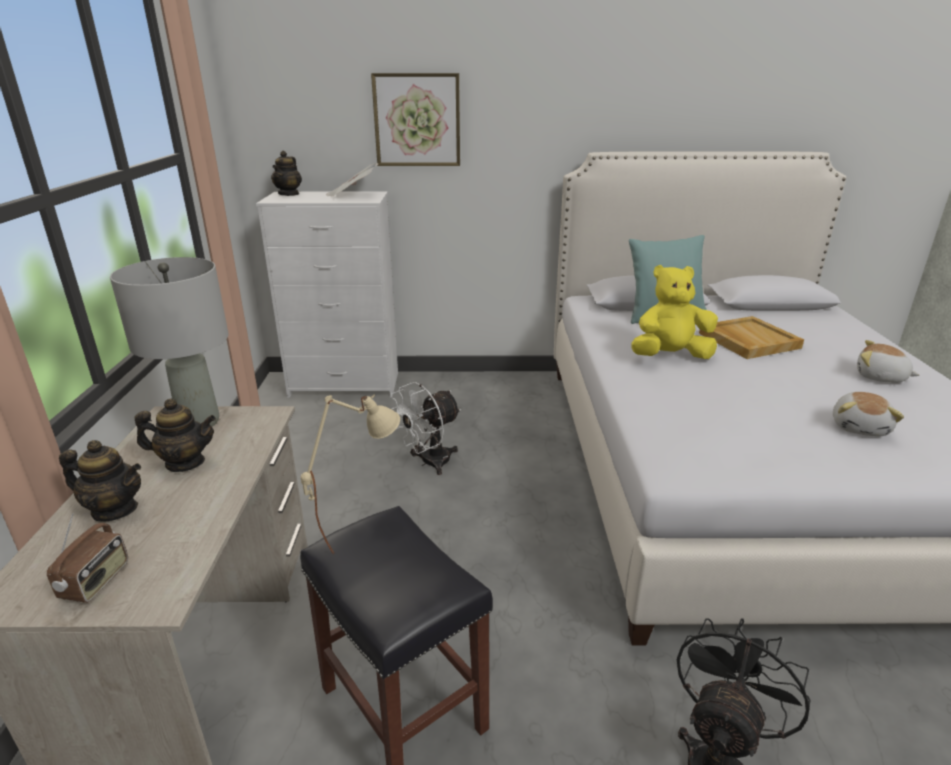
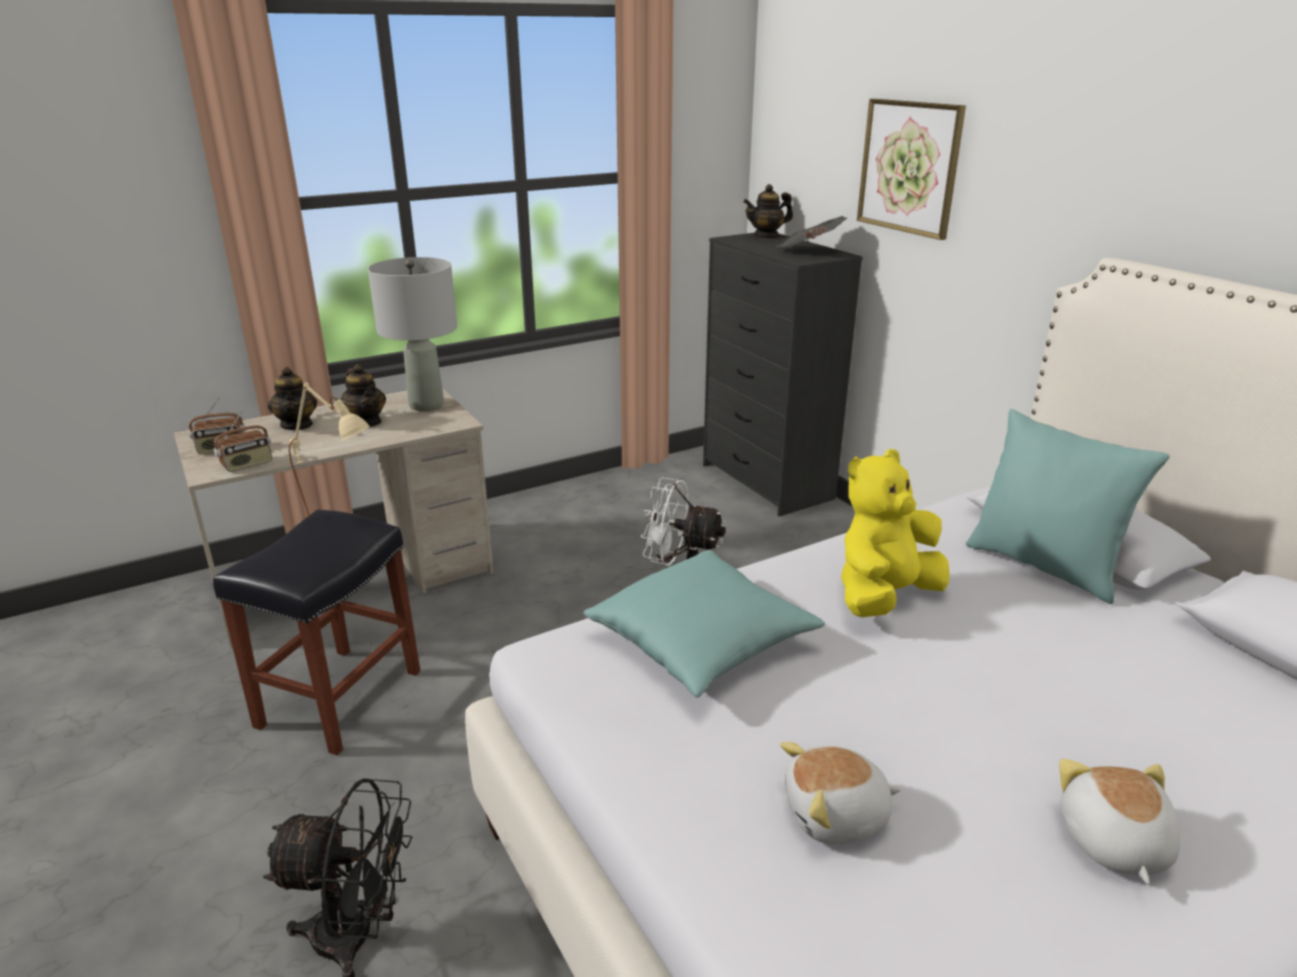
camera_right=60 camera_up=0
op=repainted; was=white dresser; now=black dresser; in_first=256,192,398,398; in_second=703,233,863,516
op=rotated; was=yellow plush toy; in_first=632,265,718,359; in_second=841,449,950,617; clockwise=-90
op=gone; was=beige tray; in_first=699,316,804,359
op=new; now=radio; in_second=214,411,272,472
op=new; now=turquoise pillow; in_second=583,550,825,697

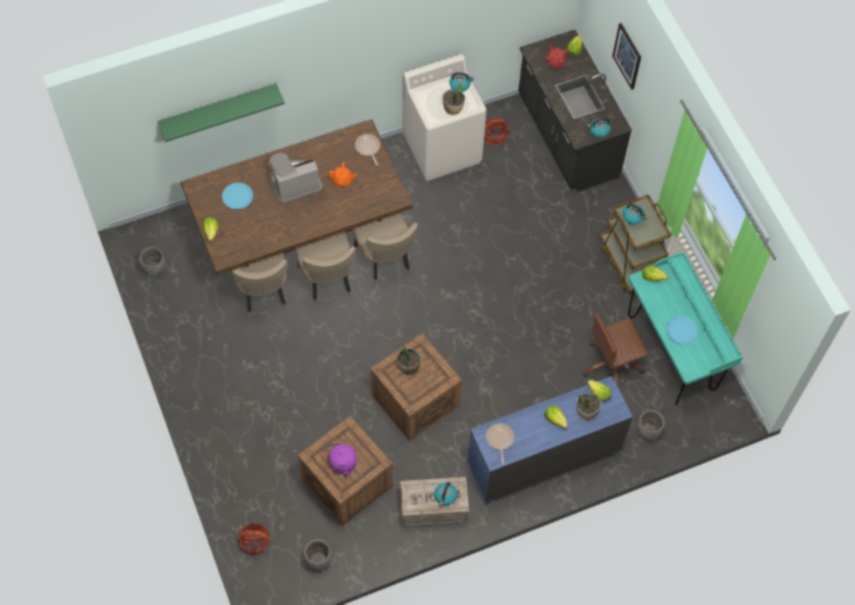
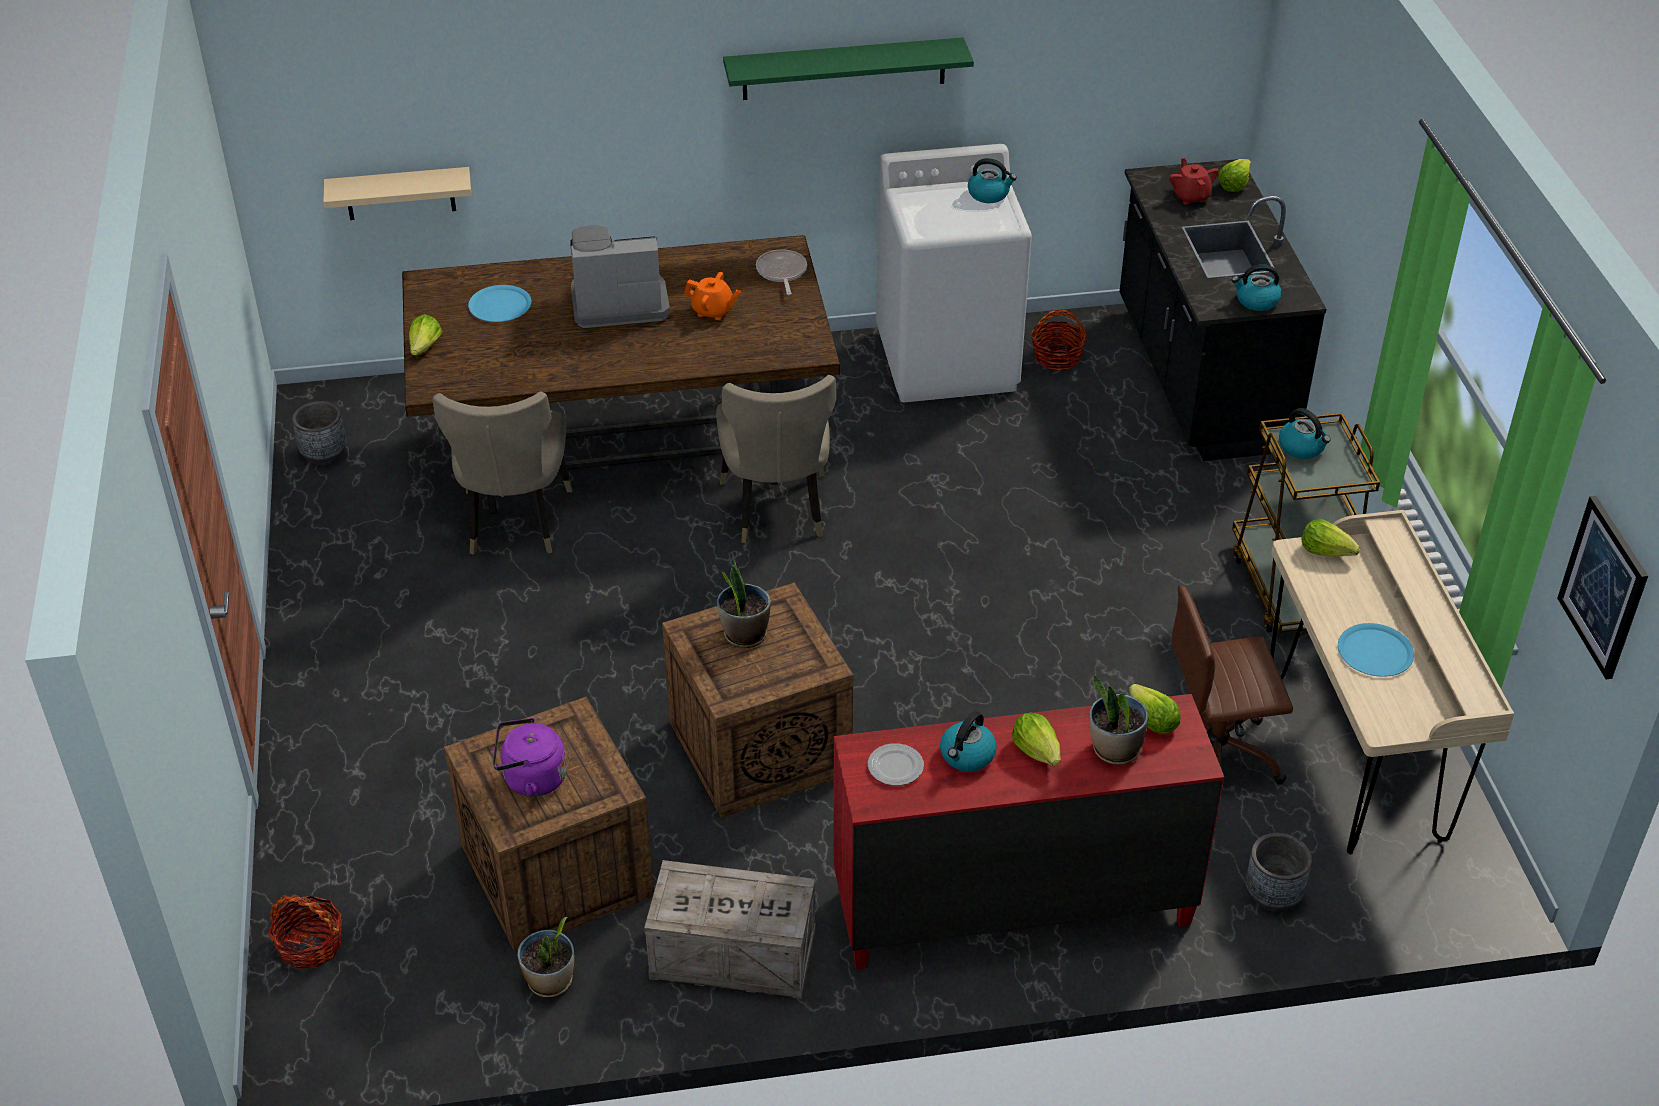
camera_right=15 camera_up=-20
op=shifted; was=green shelf; in_first=157,83,285,142; in_second=723,37,974,100
op=gone; was=beige chair; in_first=295,232,356,305
op=gone; was=grey planter; in_first=304,539,331,571
op=shifted; was=kettle; in_first=434,482,457,505; in_second=940,711,997,772
op=shifted; was=potted plant; in_first=443,83,465,115; in_second=517,917,574,997
op=repainted; was=blue dresser; now=red dresser; in_first=467,376,633,504; in_second=834,694,1224,969
op=swapped; was=frying pan; now=plate; in_first=486,423,514,464; in_second=868,743,924,786
op=shifted; was=picture; in_first=612,23,641,90; in_second=1557,496,1648,679
op=repainted; was=turquoise desk; now=beige desk; in_first=628,251,743,405; in_second=1270,510,1514,855
op=new; now=beige shelf; in_second=323,167,471,220

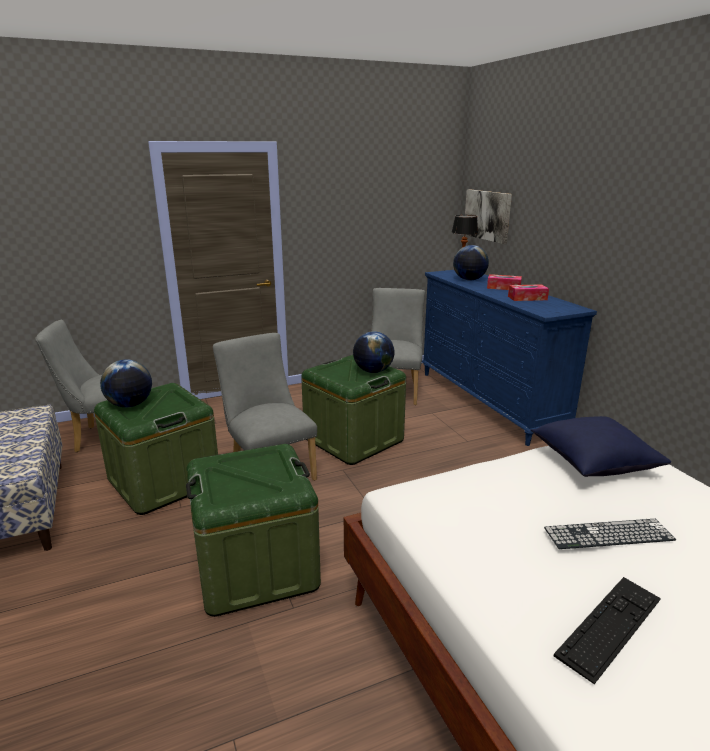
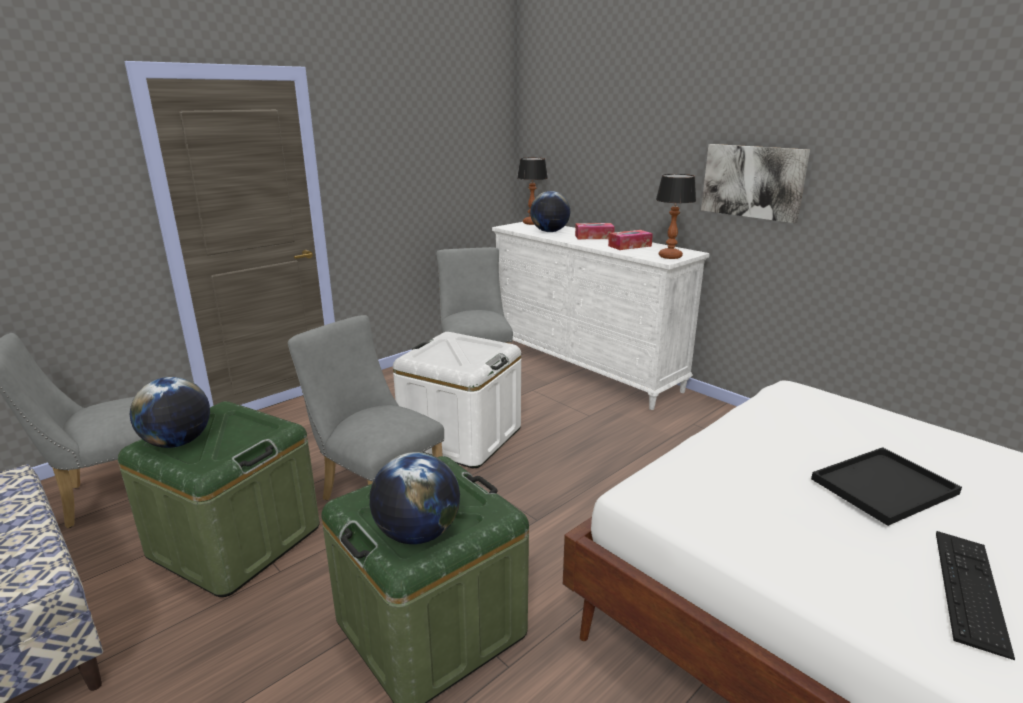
camera_right=-20 camera_up=0
op=repainted; was=green storage box; now=white storage box; in_first=301,355,406,465; in_second=393,332,521,468
op=shifted; was=globe; in_first=353,331,395,373; in_second=370,452,460,544
op=repainted; was=blue dresser; now=white dresser; in_first=422,270,597,446; in_second=492,222,710,410
op=shifted; was=picture; in_first=465,189,512,244; in_second=701,144,810,223
op=gone; was=blue pillow; in_first=531,416,671,477
op=swapped; was=keyboard; now=black tray; in_first=544,519,676,549; in_second=811,447,962,526
op=new; now=table lamp; in_second=656,174,696,259

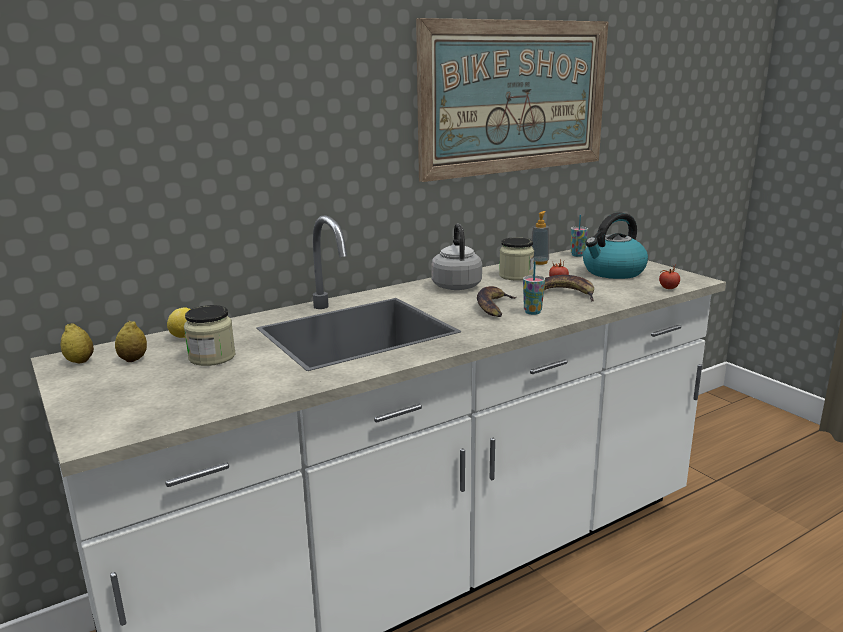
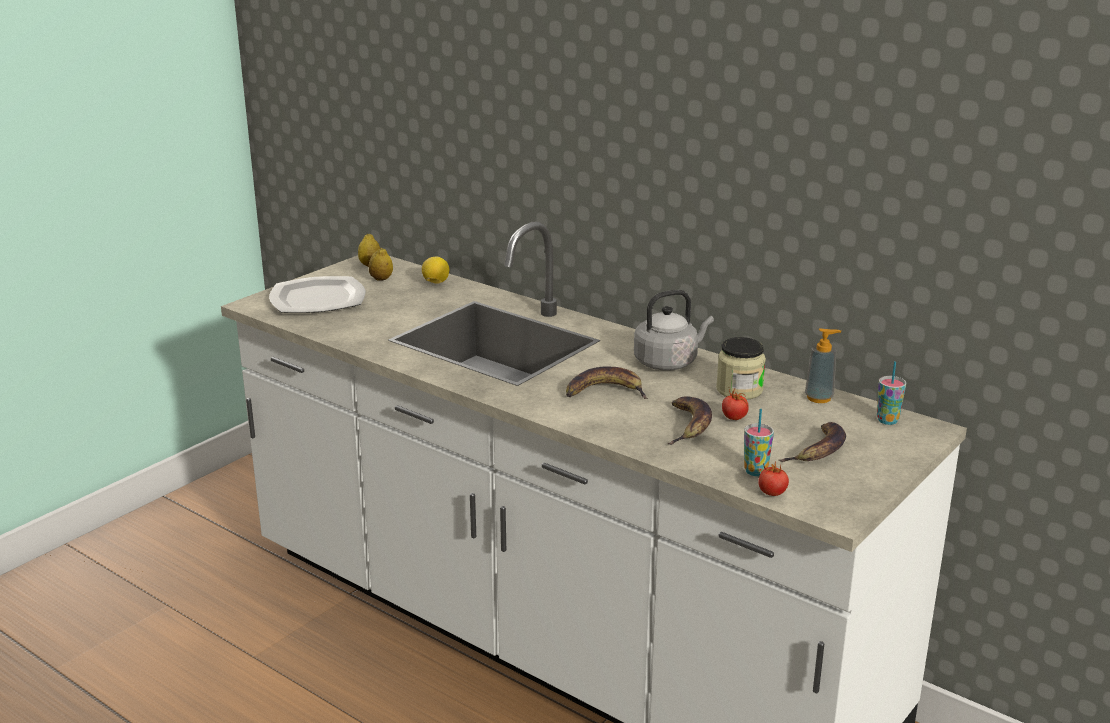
camera_right=70 camera_up=5
op=gone; was=jar; in_first=184,305,235,366
op=gone; was=picture; in_first=416,18,608,182
op=shifted; was=cup; in_first=523,261,545,315; in_second=744,409,774,476
op=swapped; was=kettle; now=banana; in_first=583,212,648,279; in_second=779,422,846,462
op=new; now=plate; in_second=269,276,366,313

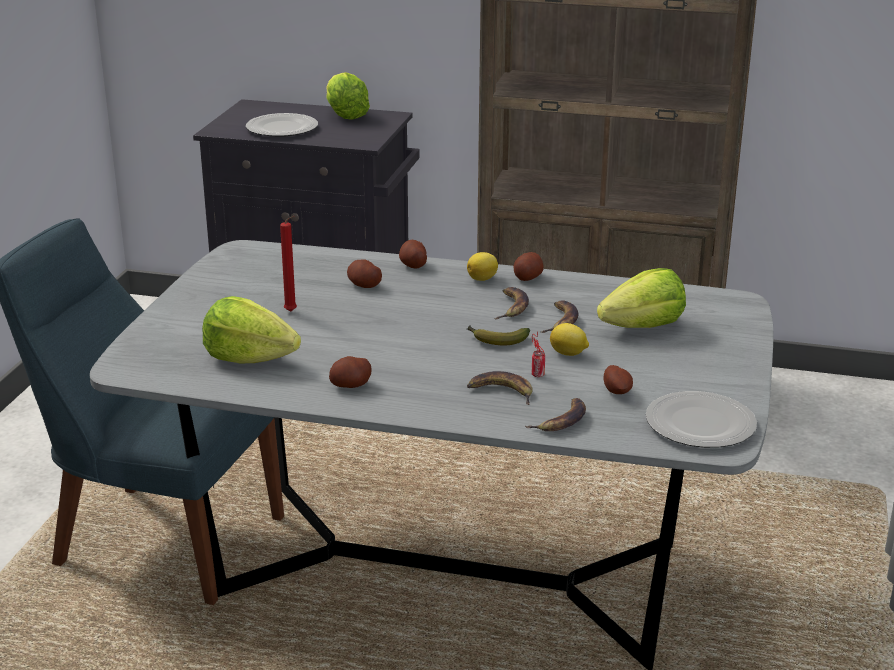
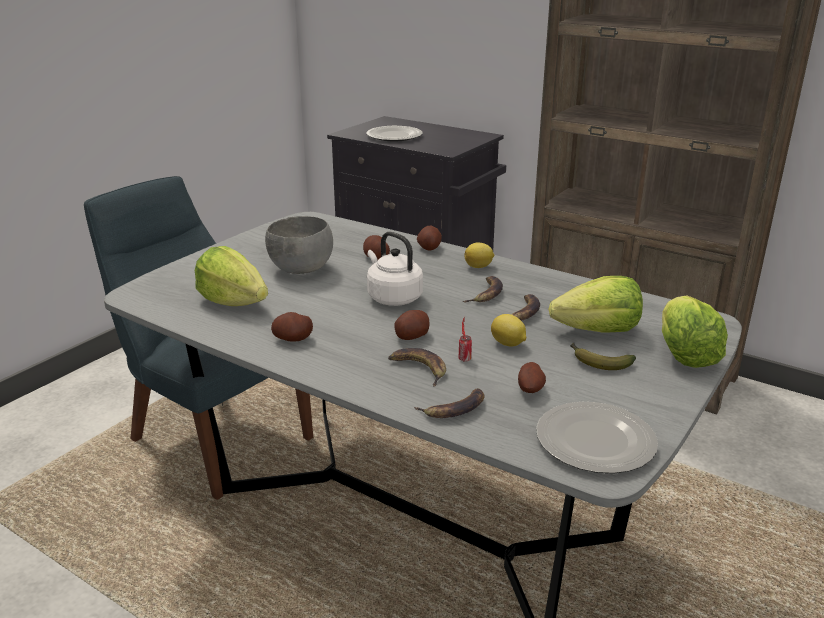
camera_right=20 camera_up=0
op=swapped; was=red candle; now=grey bowl; in_first=280,216,297,312; in_second=265,216,333,274
op=shifted; was=lettuce; in_first=326,72,370,120; in_second=662,295,728,368
op=shifted; was=banana; in_first=467,325,530,345; in_second=570,343,636,370
op=shifted; was=potato; in_first=513,252,544,281; in_second=394,310,429,340
op=new; now=white kettle; in_second=367,231,423,306

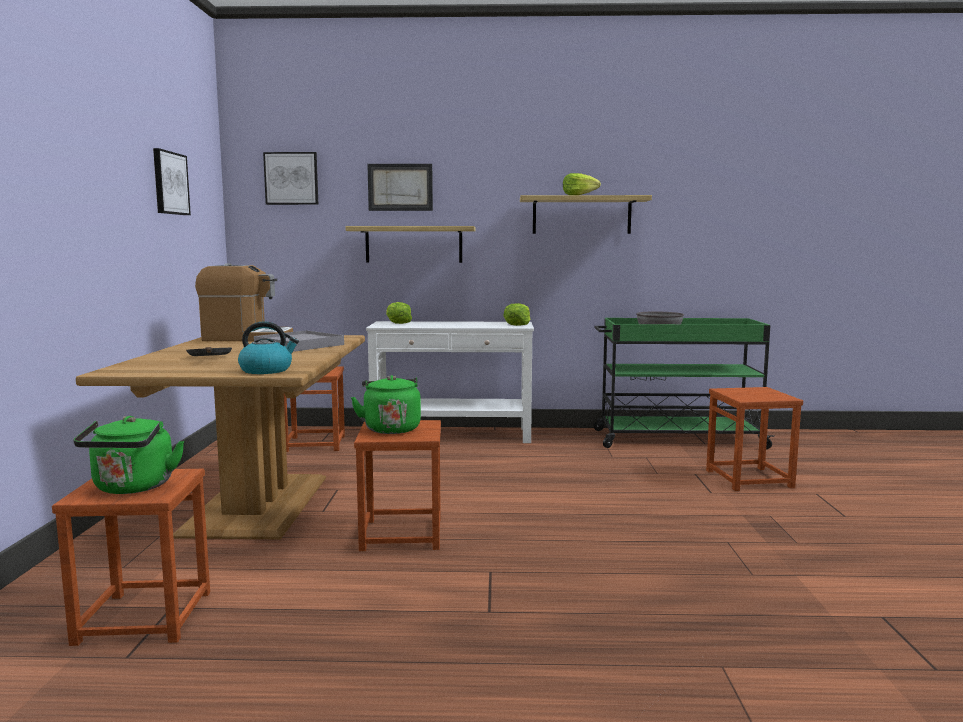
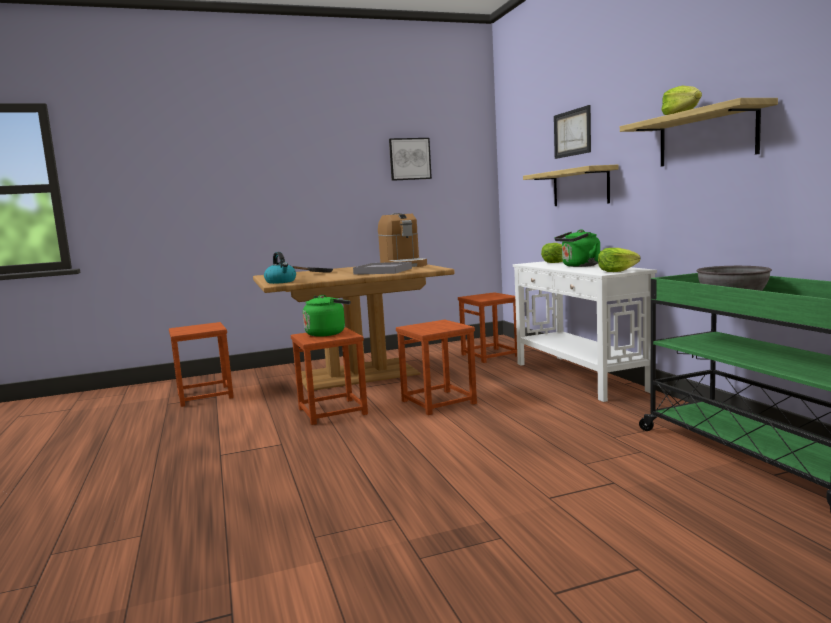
camera_right=70 camera_up=0
op=shifted; was=green kettle; in_first=73,416,185,494; in_second=555,229,600,267
op=gone; was=picture; in_first=263,152,318,205
op=shifted; was=brown stool; in_first=706,387,803,491; in_second=396,320,477,415

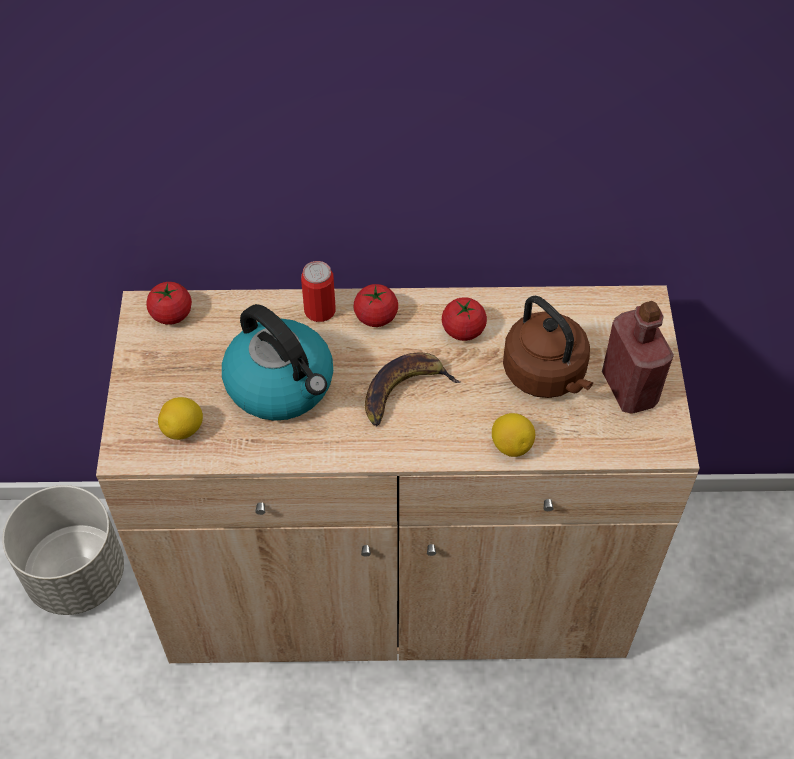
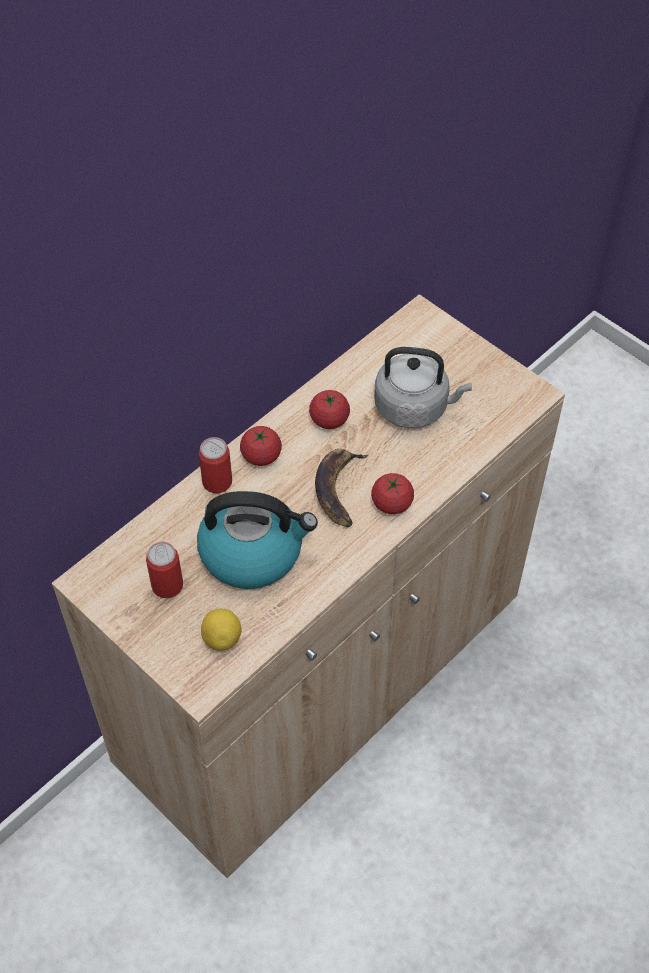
camera_right=-45 camera_up=0
op=gone; was=grey planter; in_first=2,485,124,615
op=shifted; was=tomato; in_first=146,282,192,325; in_second=371,473,414,514
op=gone; was=lemon; in_first=492,413,535,457
op=repainted; was=brown kettle; now=grey kettle; in_first=503,296,593,398; in_second=374,347,472,428
op=gone; was=red bottle; in_first=602,301,674,414
op=new; now=can; in_second=146,542,183,598

